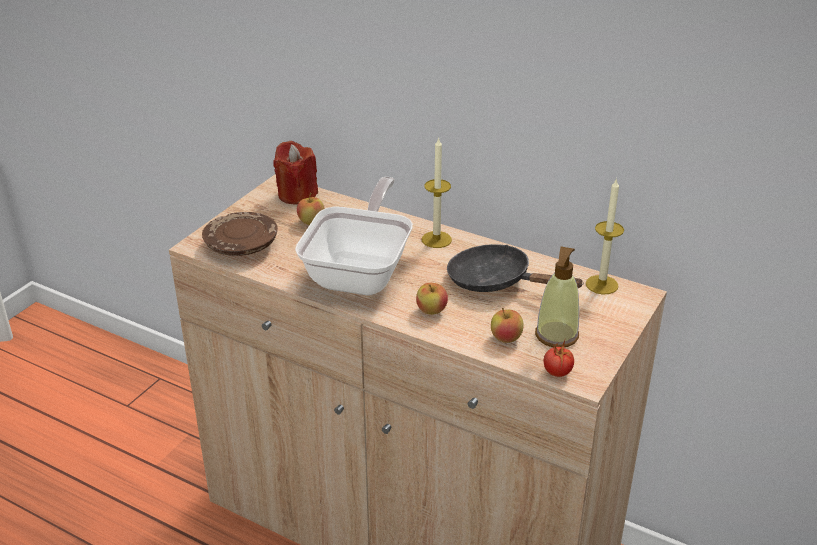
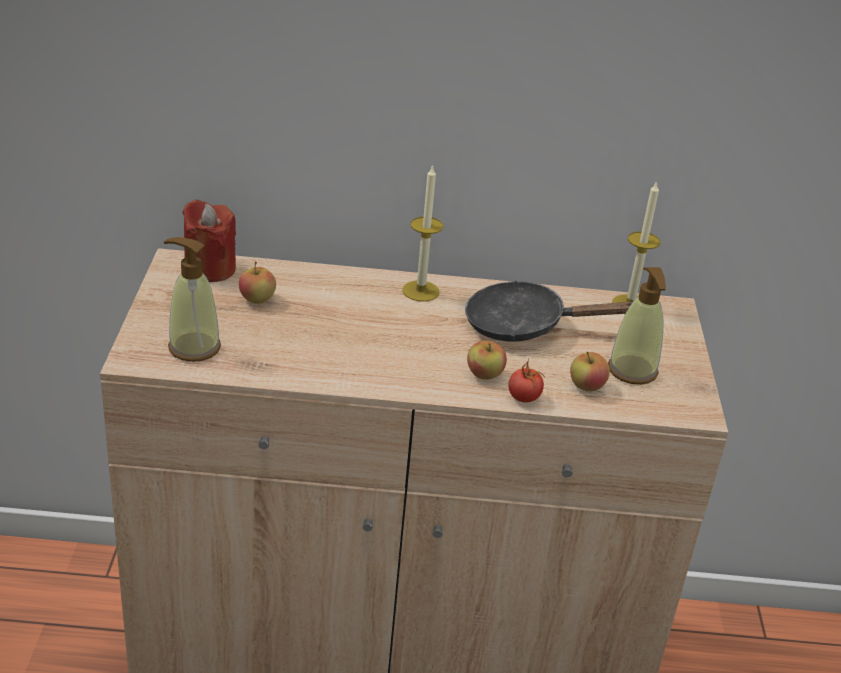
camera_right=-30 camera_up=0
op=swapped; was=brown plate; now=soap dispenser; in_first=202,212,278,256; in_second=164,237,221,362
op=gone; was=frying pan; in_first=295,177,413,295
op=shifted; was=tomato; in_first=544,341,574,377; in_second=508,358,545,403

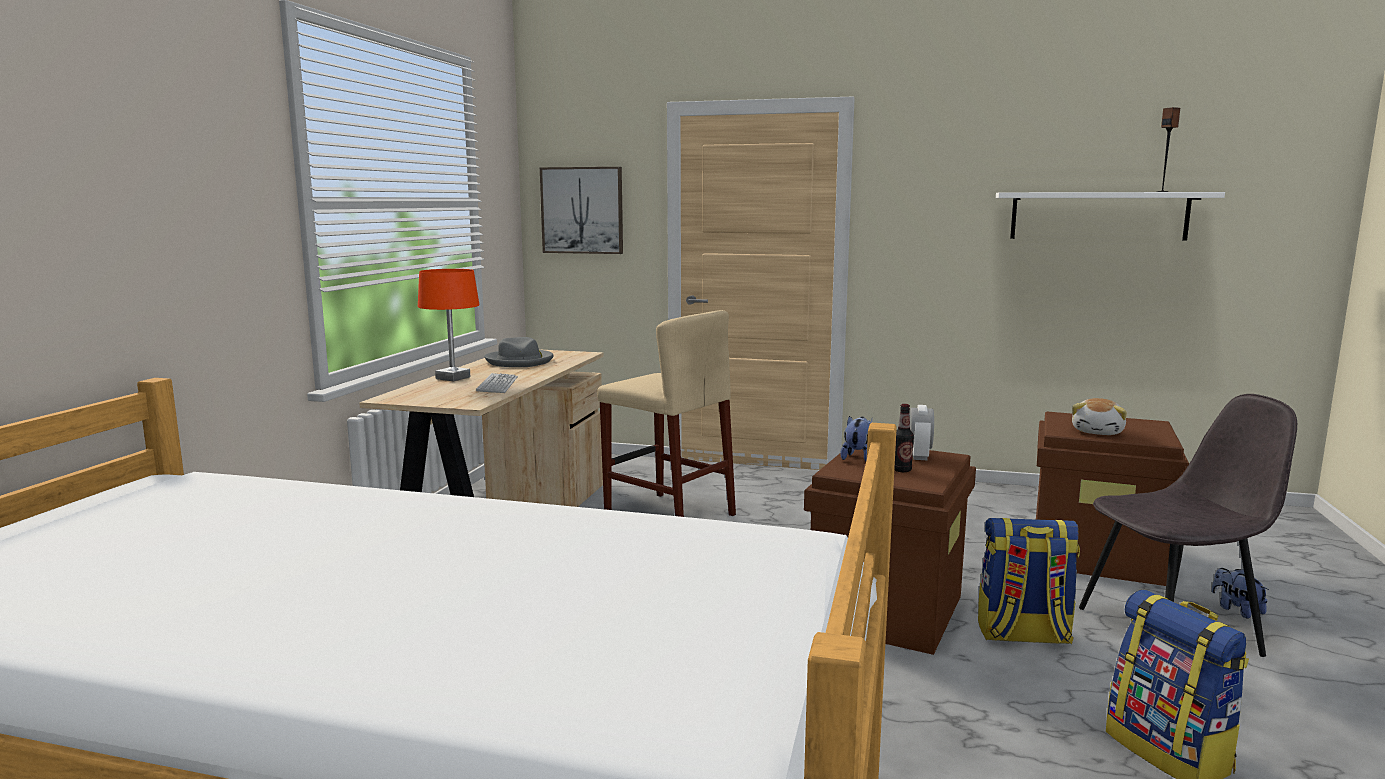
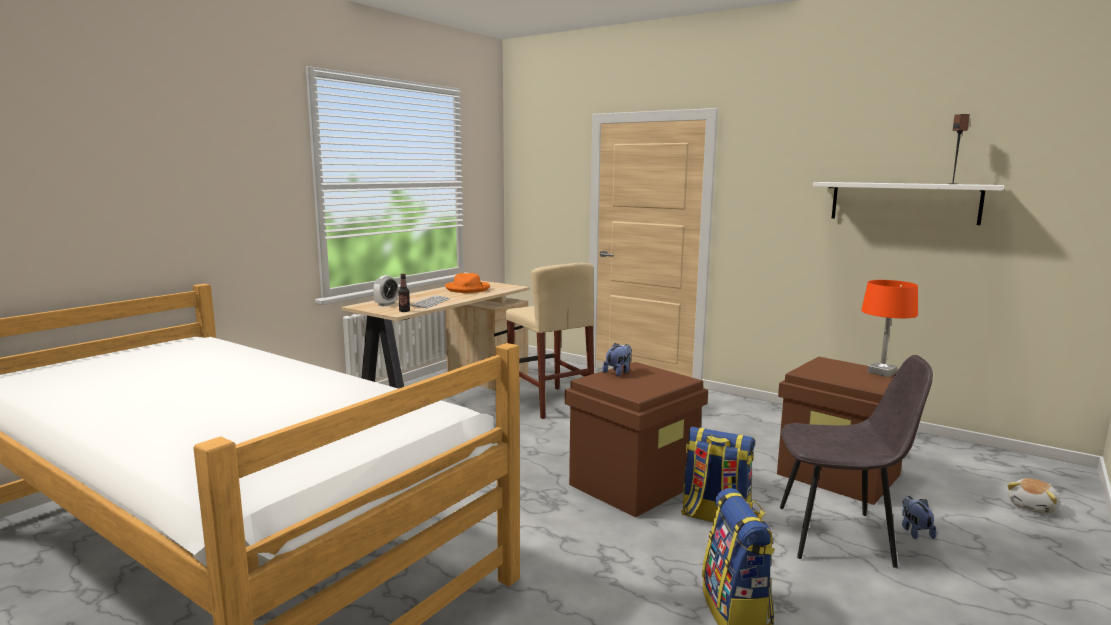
camera_right=20 camera_up=0
op=shifted; was=orange table lamp; in_first=418,269,479,381; in_second=861,280,918,377
op=repainted; was=grey hat; now=orange hat; in_first=484,337,554,367; in_second=445,273,490,293
op=gone; was=picture; in_first=540,167,623,254
op=shifted; was=bottle; in_first=894,404,914,472; in_second=398,274,410,312
op=shifted; was=alarm clock; in_first=910,405,934,460; in_second=373,275,398,306
op=shifted; was=plush toy; in_first=1072,398,1127,435; in_second=1007,478,1060,514

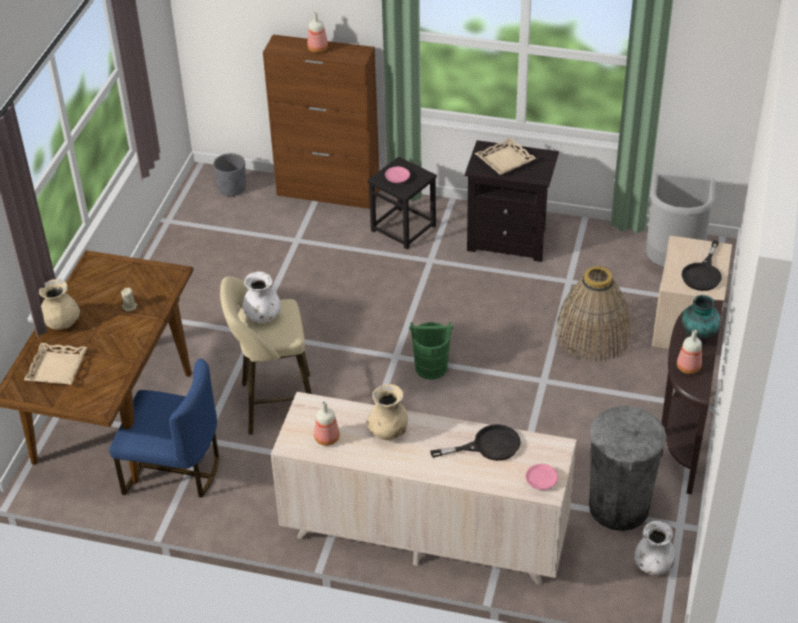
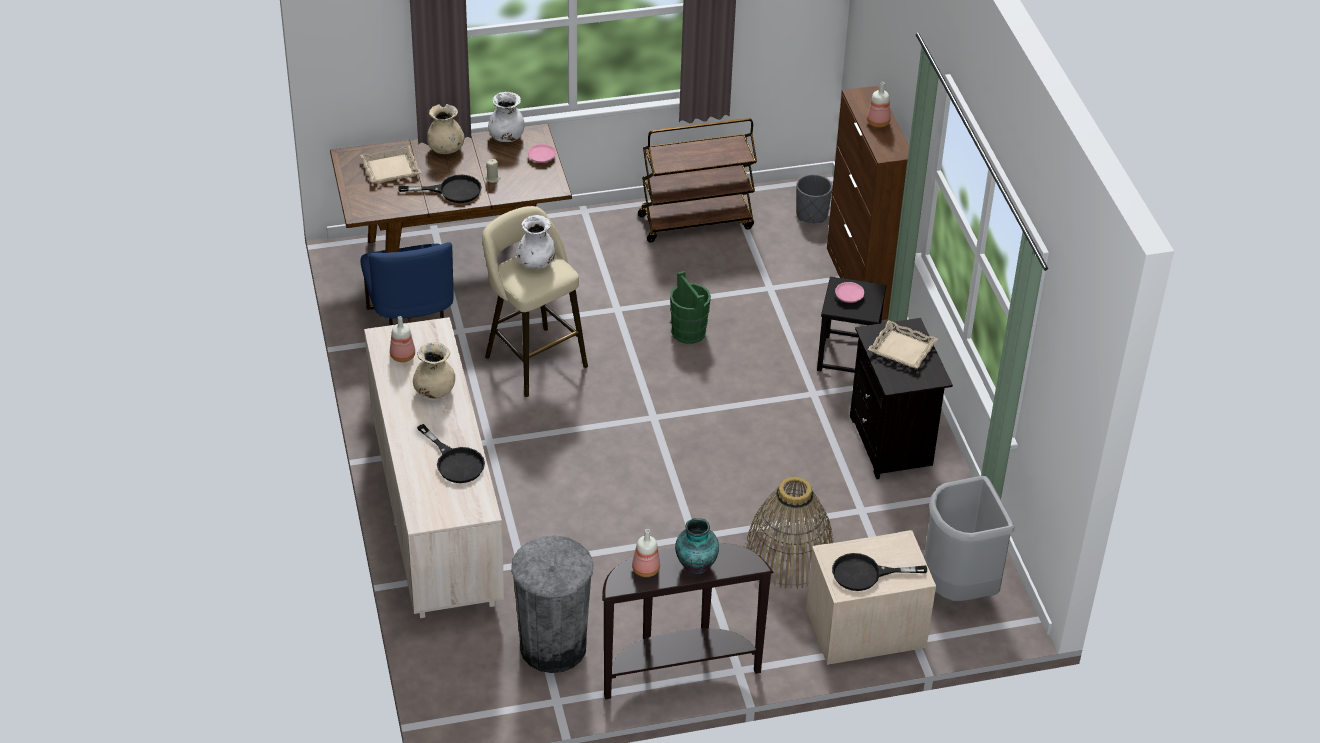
camera_right=60 camera_up=0
op=shifted; was=green bucket; in_first=409,322,453,380; in_second=670,271,711,344
op=shifted; was=pink plate; in_first=525,464,558,490; in_second=528,144,556,163
op=shifted; was=white vase; in_first=635,521,675,575; in_second=488,92,524,142
op=new; now=black frying pan; in_second=398,175,482,203
op=new; now=brown cart; in_second=638,118,757,243

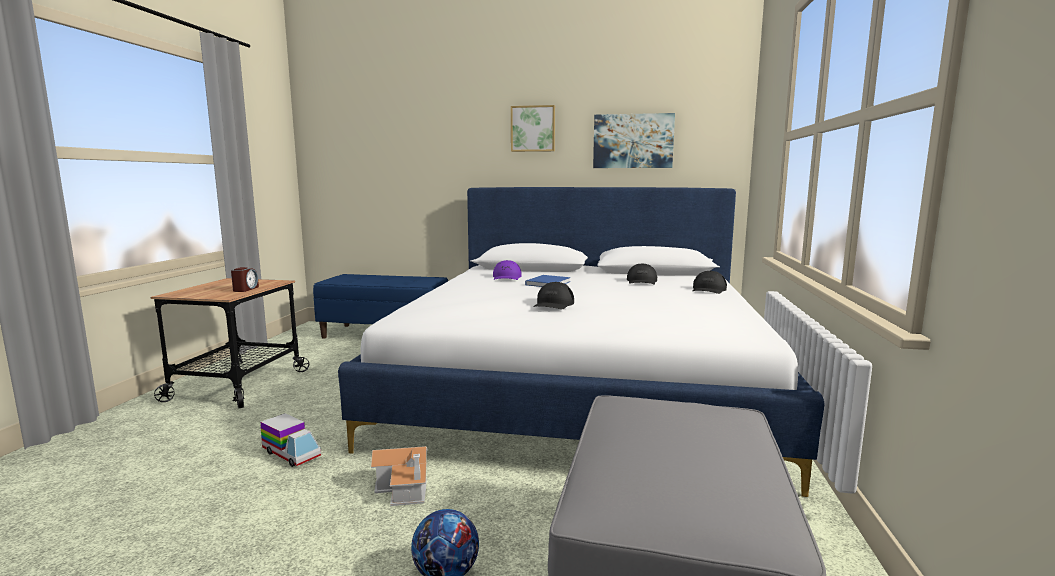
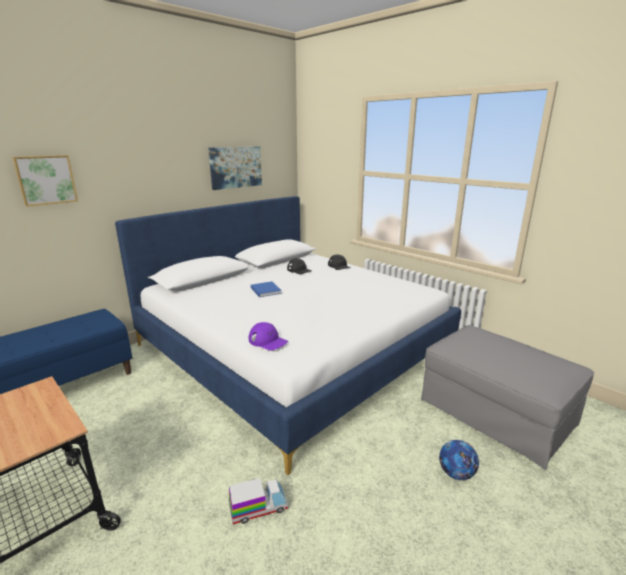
camera_right=-55 camera_up=10
op=gone; was=alarm clock; in_first=231,267,259,292
op=gone; was=toy house; in_first=371,446,427,506
op=shifted; was=purple cap; in_first=493,260,521,280; in_second=249,322,288,350
op=shifted; was=picture; in_first=511,105,555,152; in_second=12,155,78,207
op=gone; was=black cap; in_first=533,282,574,309

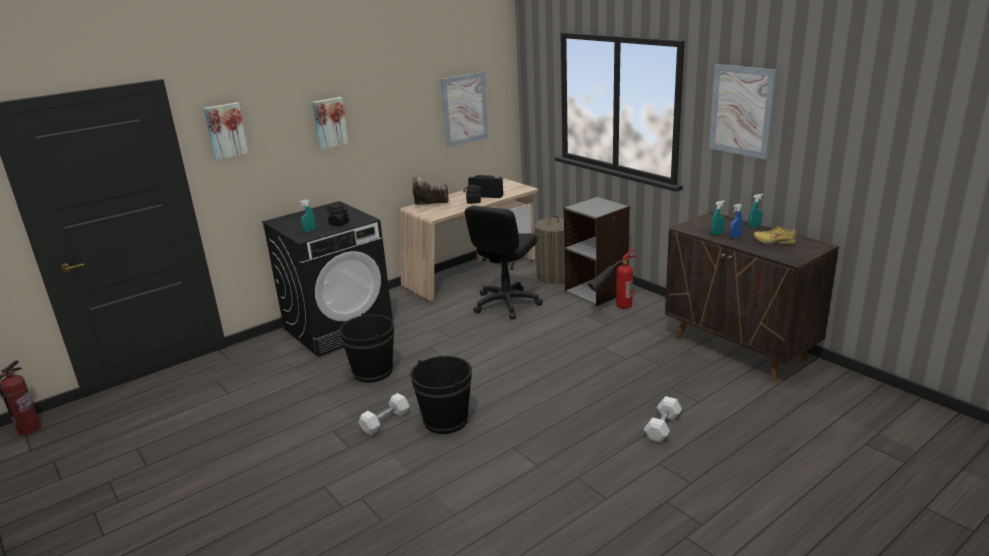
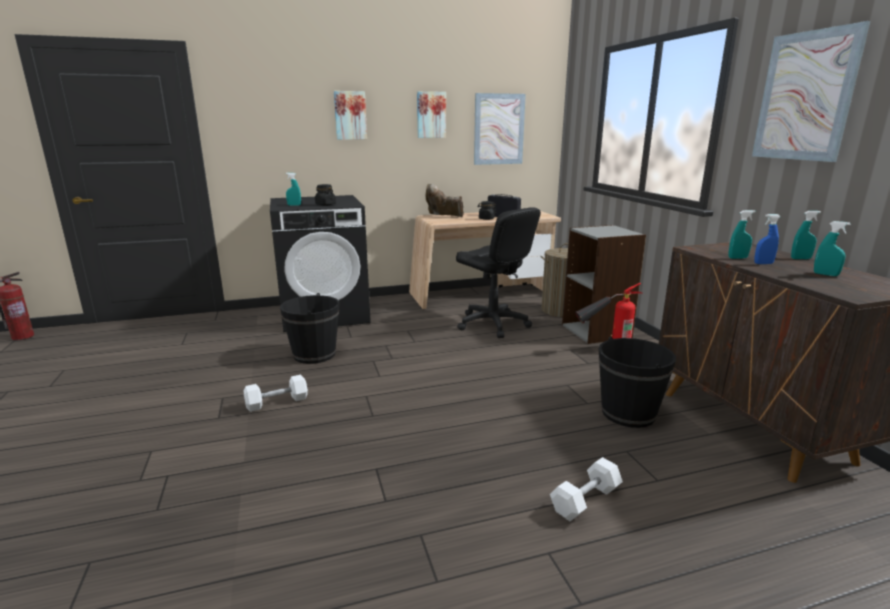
camera_right=20 camera_up=-5
op=shifted; was=picture; in_first=204,102,249,160; in_second=417,91,446,138
op=shifted; was=black bucket; in_first=410,356,472,434; in_second=599,337,676,428
op=rotated; was=black office chair; in_first=465,206,543,319; in_second=456,208,541,338; clockwise=-90
op=swapped; was=yellow shoe; now=turquoise spray bottle; in_first=753,226,796,245; in_second=814,221,851,276

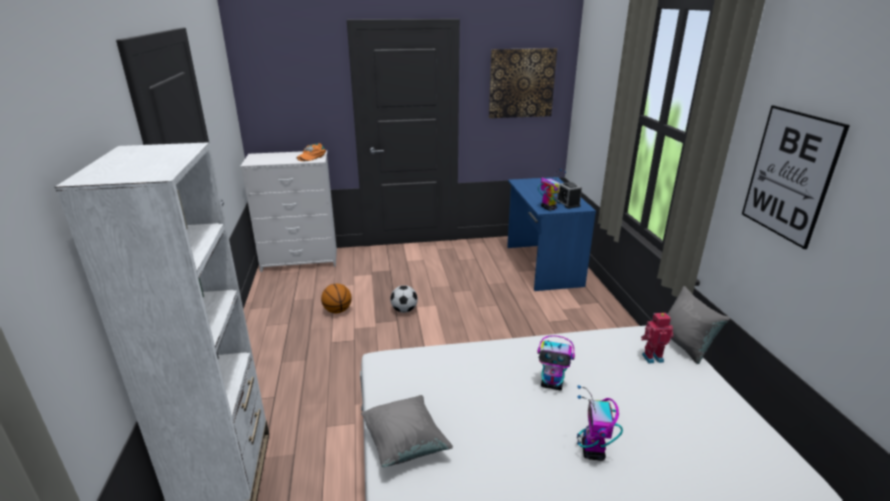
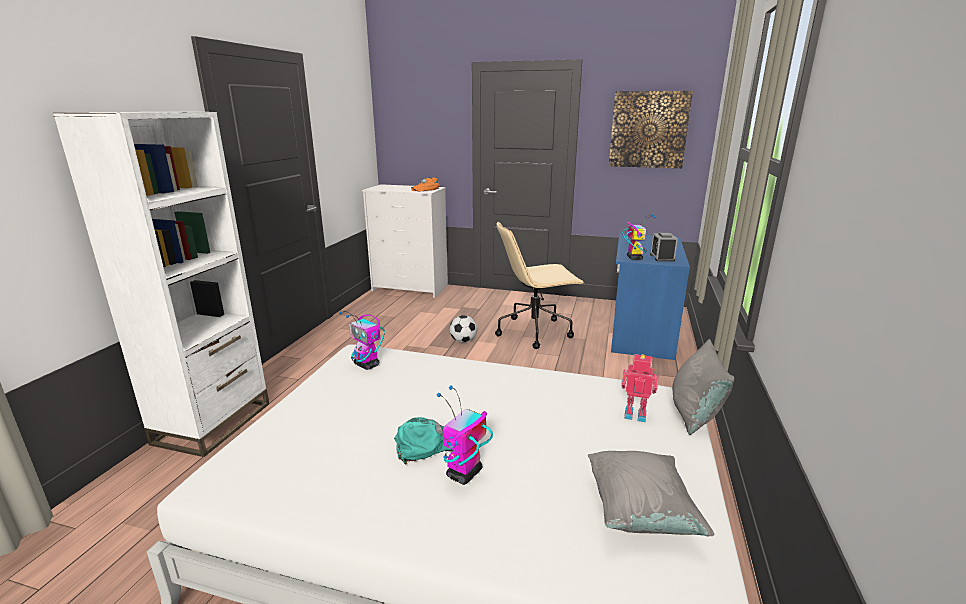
camera_right=25 camera_up=-5
op=gone; was=basketball; in_first=321,284,352,313
op=shifted; was=grey pillow; in_first=361,395,453,467; in_second=588,451,714,537
op=shifted; was=toy robot; in_first=537,335,575,391; in_second=339,311,385,370
op=gone; was=picture; in_first=742,105,850,249
op=new; now=turquoise cap; in_second=394,417,452,465
op=new; now=beige office chair; in_second=495,222,584,349

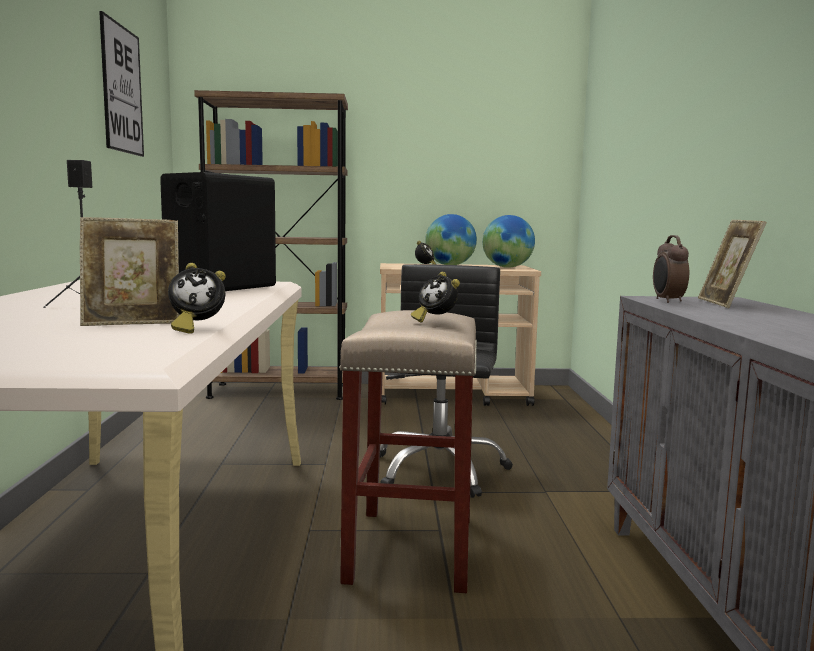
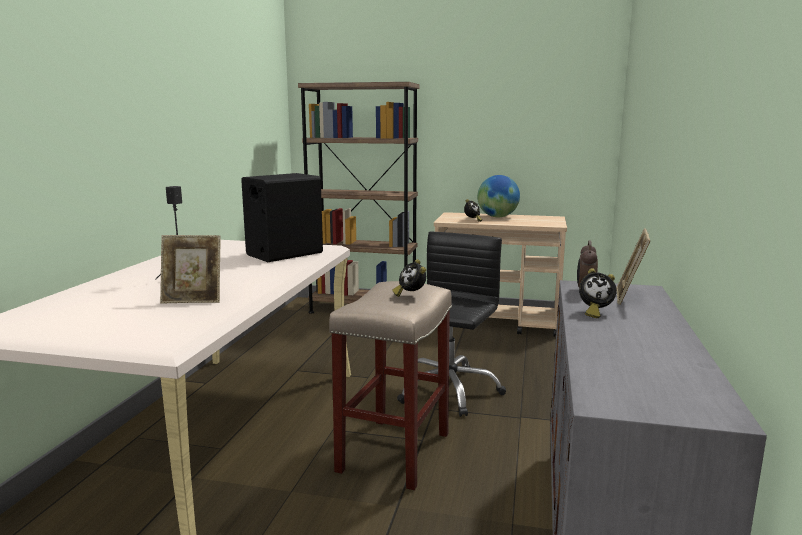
camera_right=15 camera_up=5
op=gone; was=picture; in_first=99,11,144,157
op=shifted; was=alarm clock; in_first=168,263,226,334; in_second=579,268,617,318
op=gone; was=globe; in_first=482,215,535,268

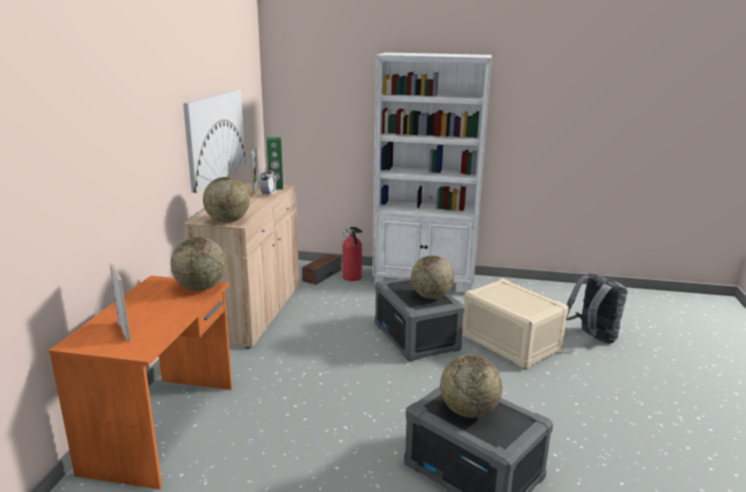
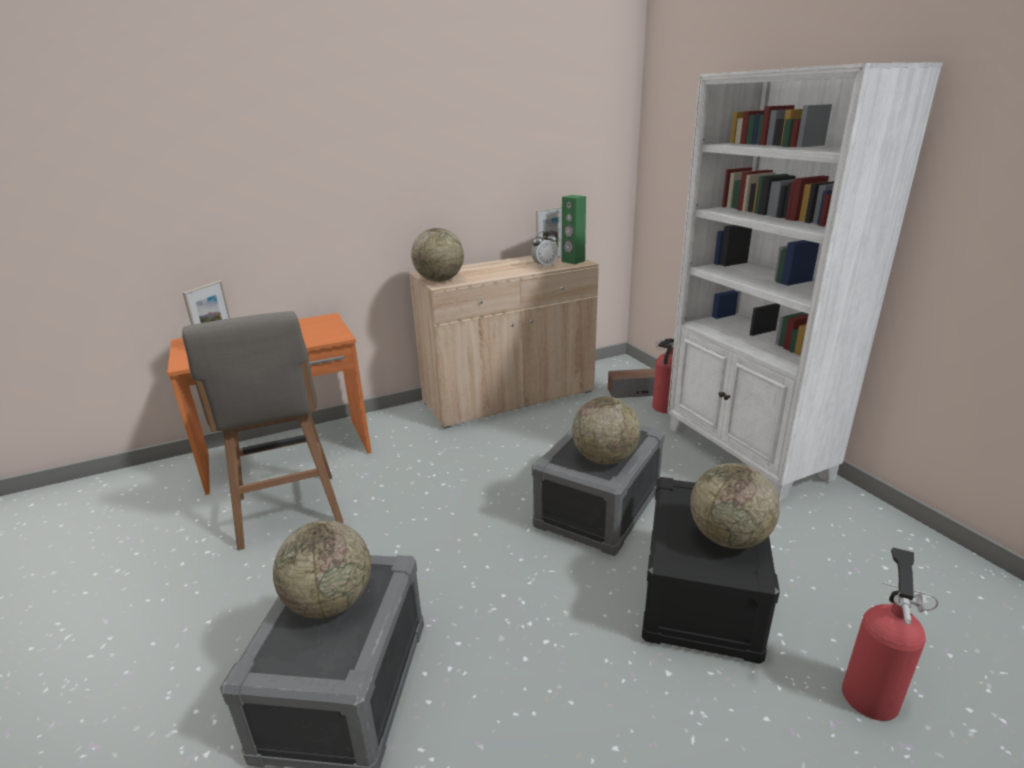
camera_right=55 camera_up=5
op=shifted; was=globe; in_first=170,237,226,291; in_second=690,463,780,549
op=gone; was=picture; in_first=183,89,246,193
op=repainted; was=beige storage box; now=black storage box; in_first=462,278,569,369; in_second=642,477,780,664
op=swapped; was=grey backpack; now=fire extinguisher; in_first=566,273,628,344; in_second=842,547,939,721
op=new; now=grey stool; in_second=182,311,343,550

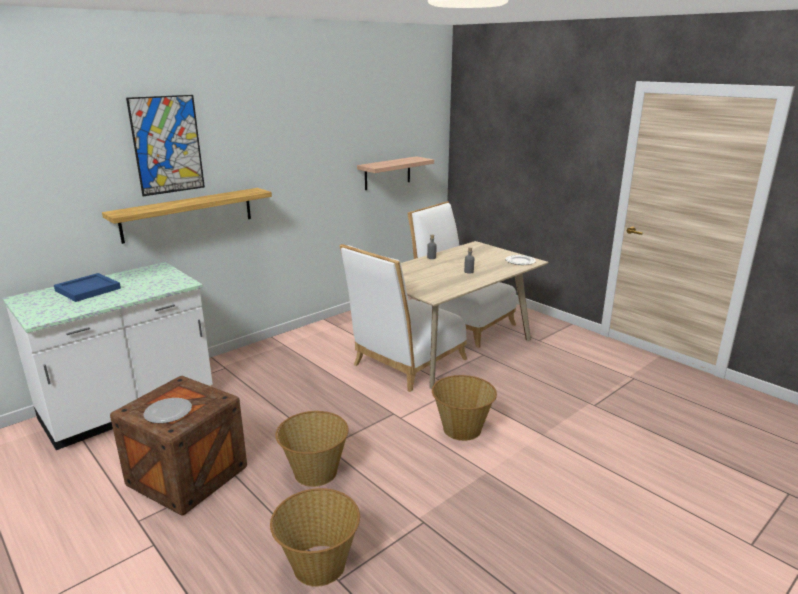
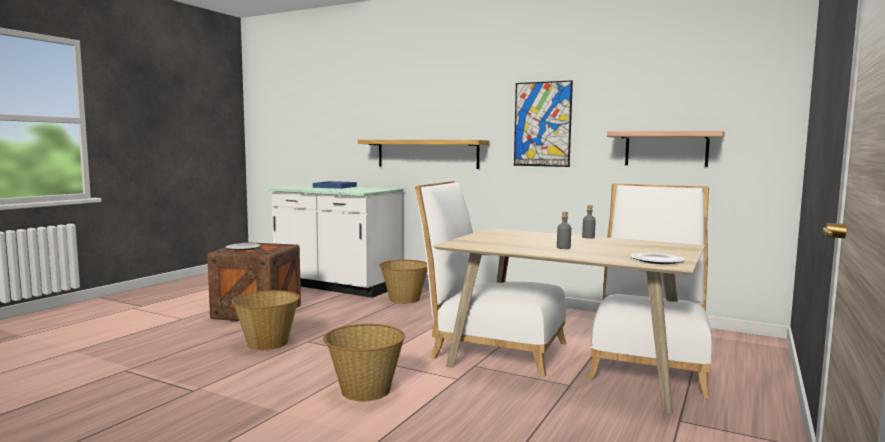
camera_right=70 camera_up=-15
op=shifted; was=picture; in_first=126,95,205,196; in_second=514,80,573,167
op=shifted; was=basket; in_first=270,488,360,587; in_second=379,260,427,304

